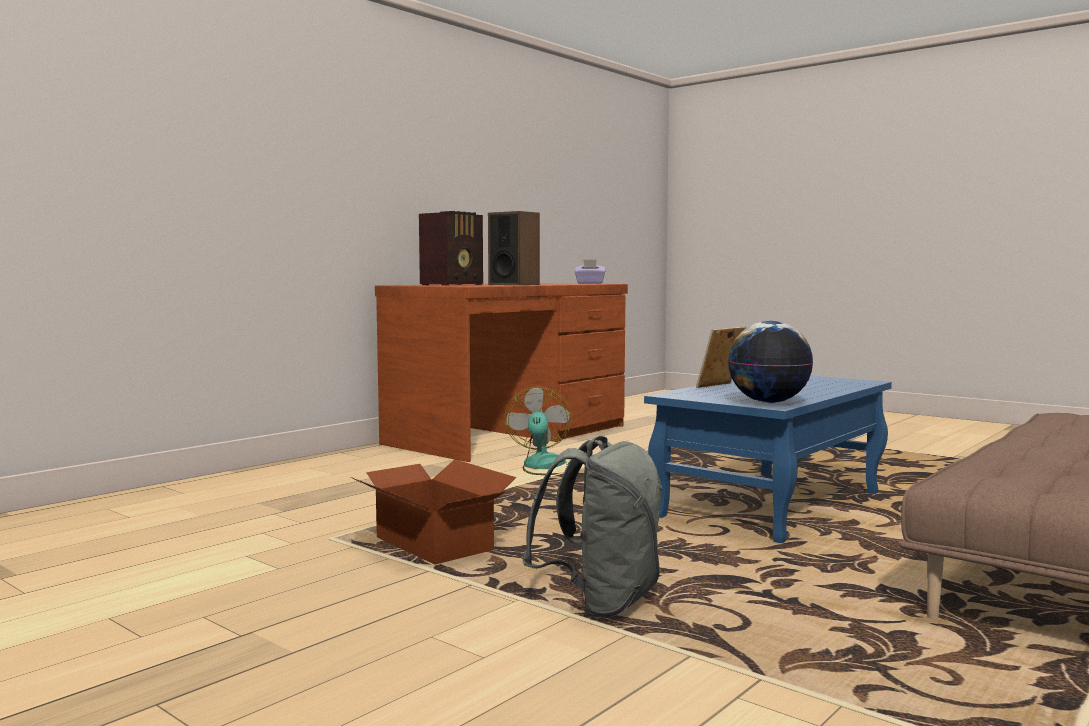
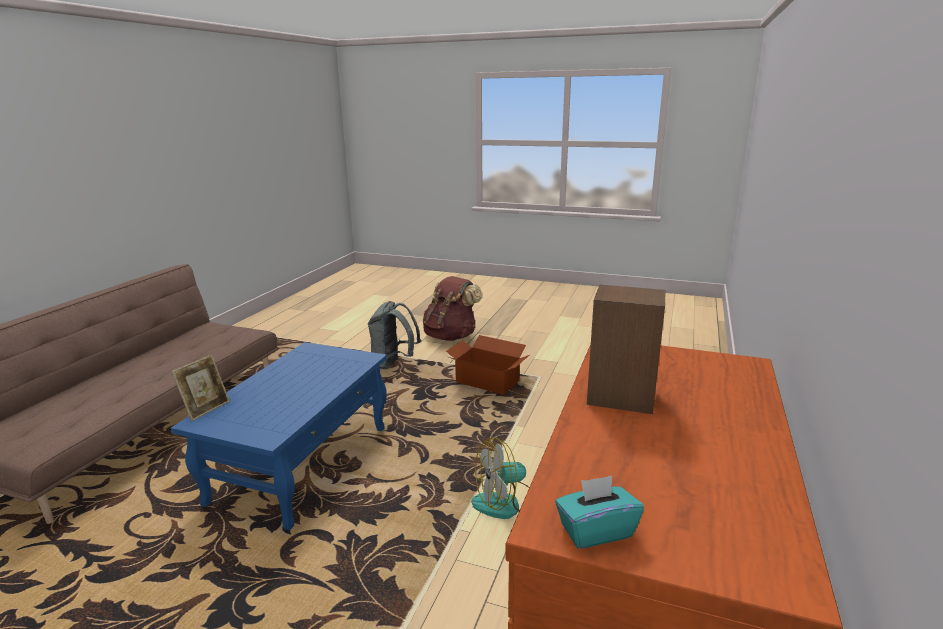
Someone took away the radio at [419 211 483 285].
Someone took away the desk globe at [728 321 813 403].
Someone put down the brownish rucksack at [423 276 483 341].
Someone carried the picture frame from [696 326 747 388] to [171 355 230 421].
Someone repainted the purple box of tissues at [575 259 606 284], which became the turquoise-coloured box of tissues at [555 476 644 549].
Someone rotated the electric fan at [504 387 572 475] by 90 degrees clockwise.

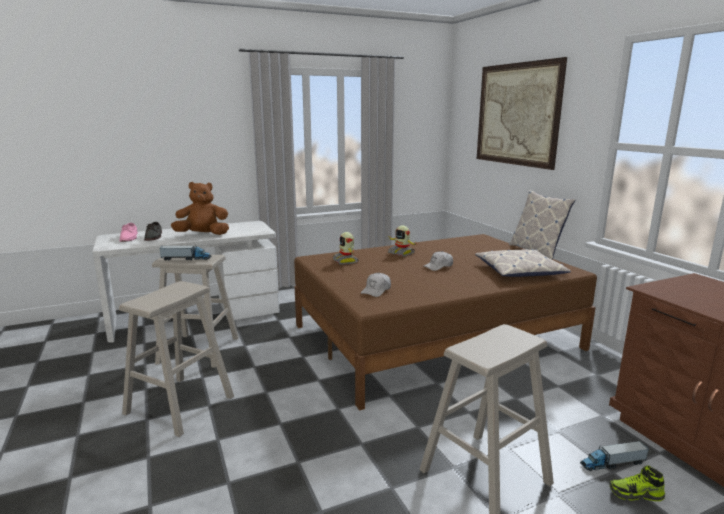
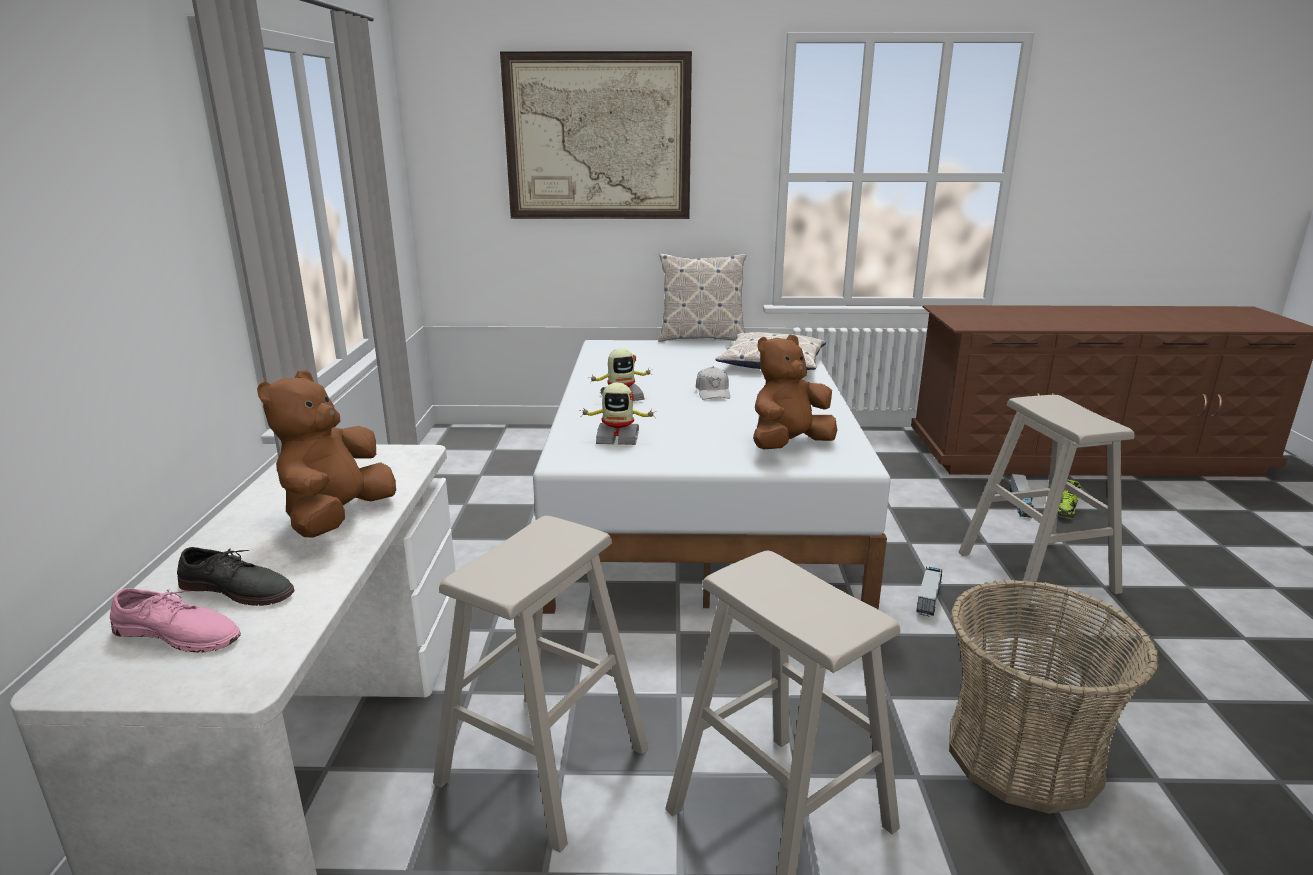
Someone put down the household basket at [949 579 1159 814].
Someone carried the model truck from [159 246 211 261] to [916 566 942 617].
Someone swapped the white baseball cap at [361 272 391 297] for the brownish cuddly toy at [753 335 837 449].
Someone repainted the brownish sleeping bed at [294 234 597 411], which became the white sleeping bed at [533 340 891 614].

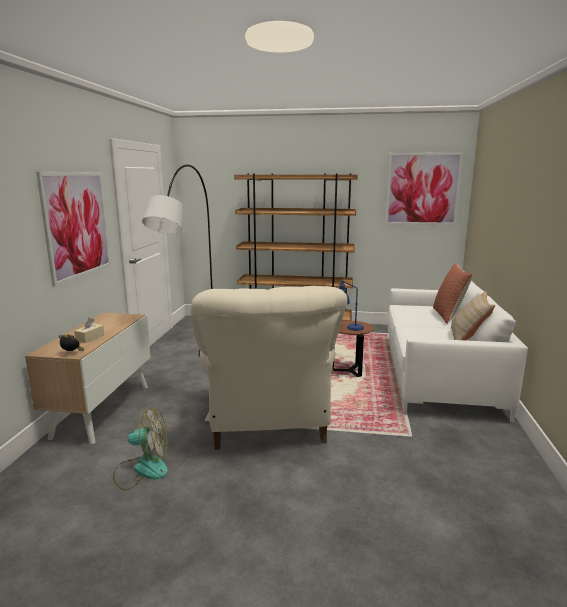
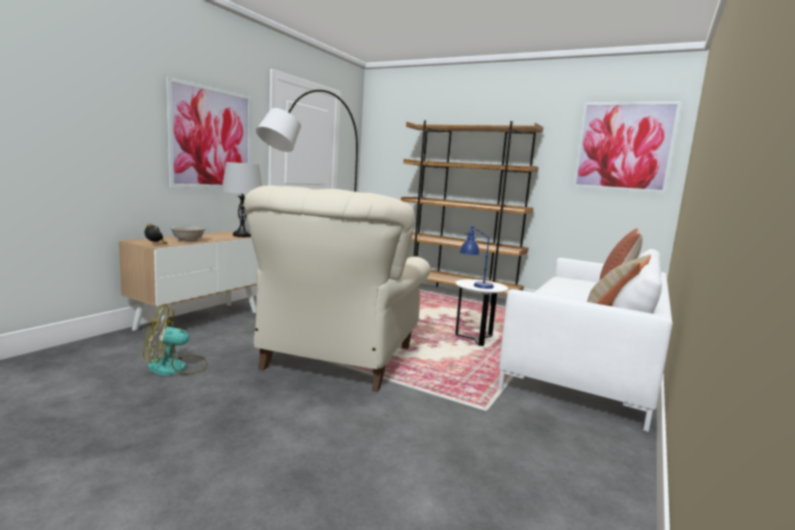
Someone put down the grey tabletop lamp at [221 162 262 237].
Someone swapped the beige box of tissues at [74 318 104 343] for the white bowl at [170 225 206 242].
Someone repainted the brownish end table at [333 321 374 377], which became the white end table at [455 279 508 346].
Someone rotated the electric fan at [113 407 168 490] by 150 degrees clockwise.

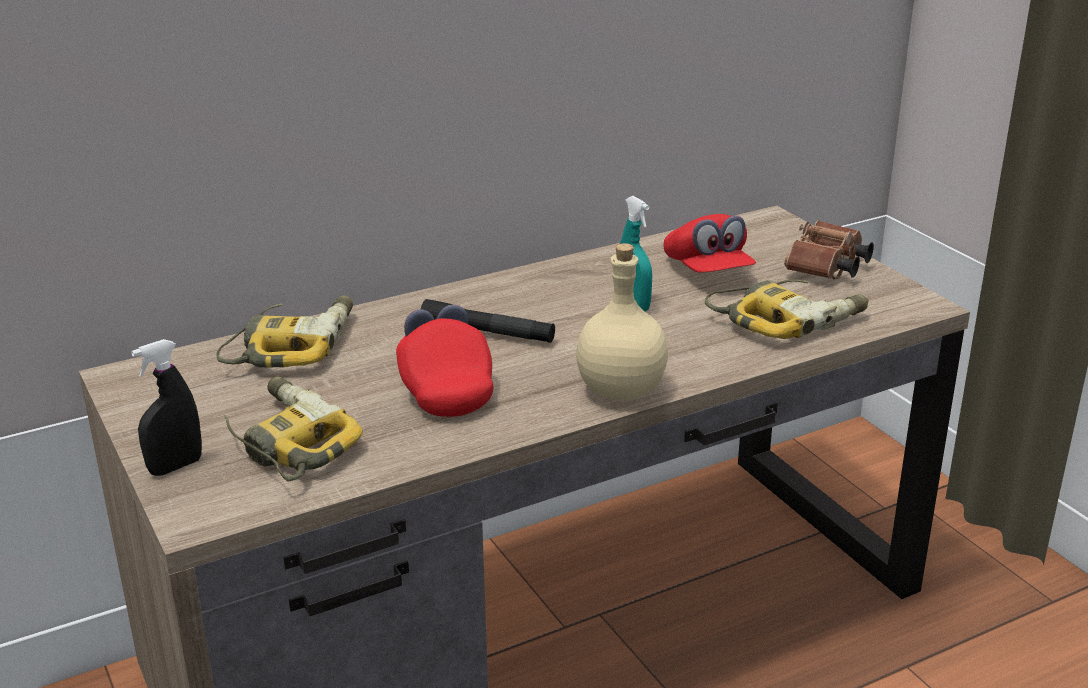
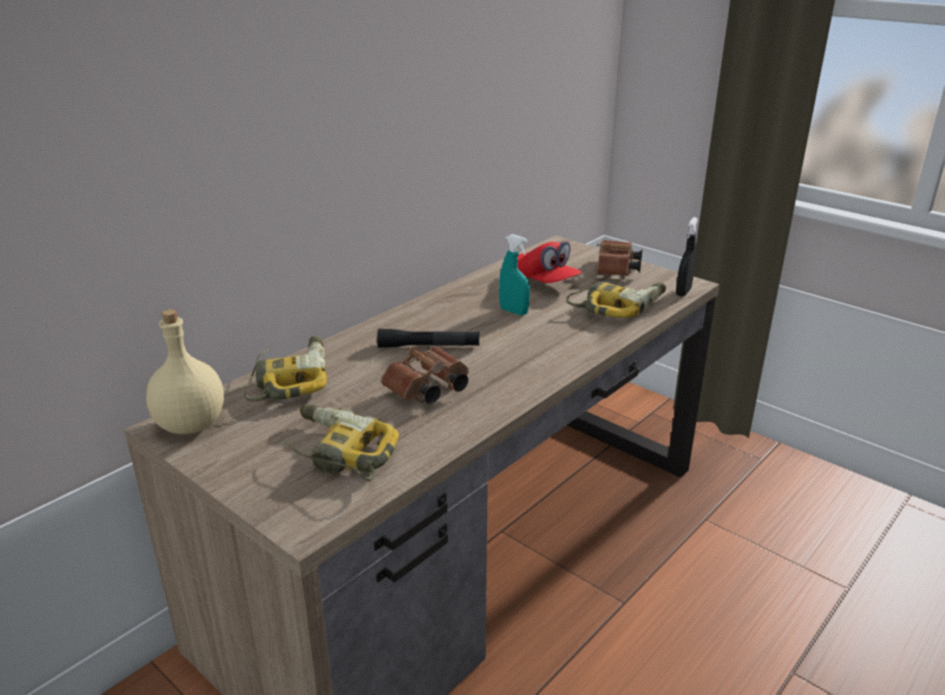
Someone carried the black sprayer from [131 339 202 476] to [676 217 698 297].
Someone carried the beige bottle from [576 243 668 400] to [146 309 224 434].
Someone swapped the red-coloured baseball cap at [396 305 493 417] for the brownish pair of binoculars at [381 346 469 404].

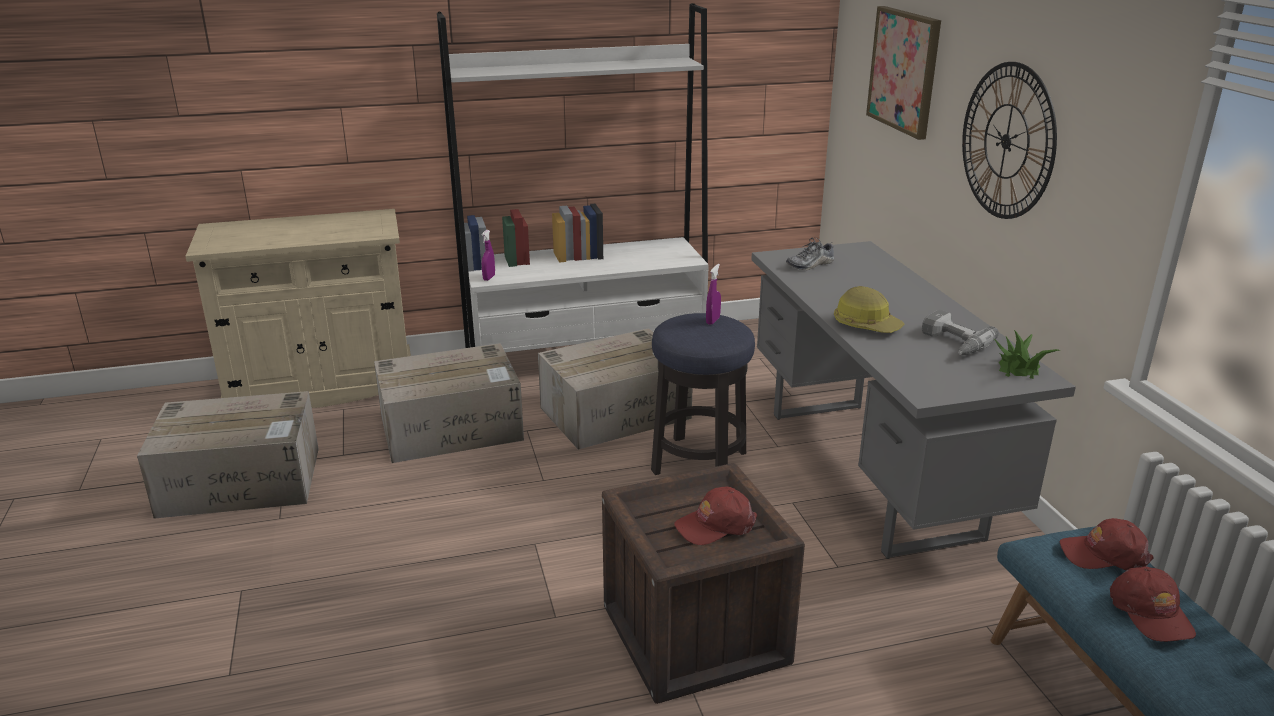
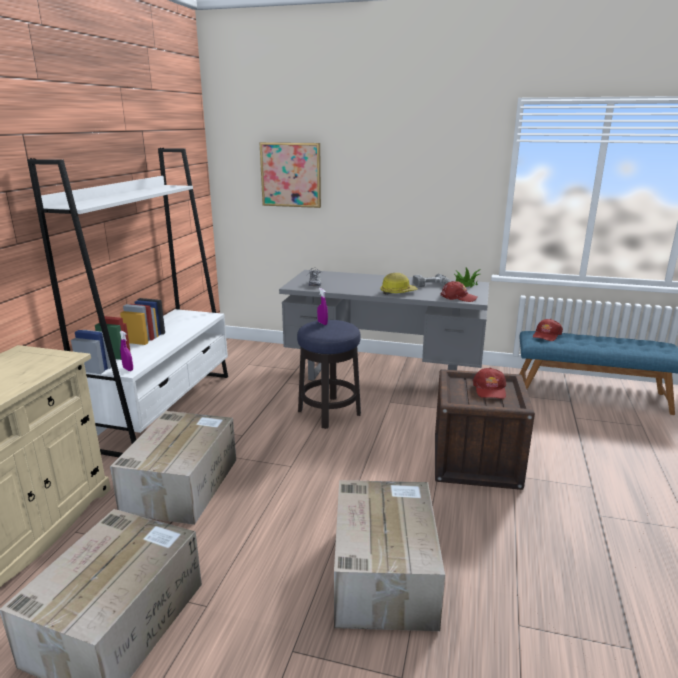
Someone took away the clock on the wall at [962 62 1057 219].
Someone carried the cardboard box from [538 328 692 450] to [334 480 445 631].
Someone carried the red-coloured baseball cap from [1110 566 1196 642] to [440 281 478 302].

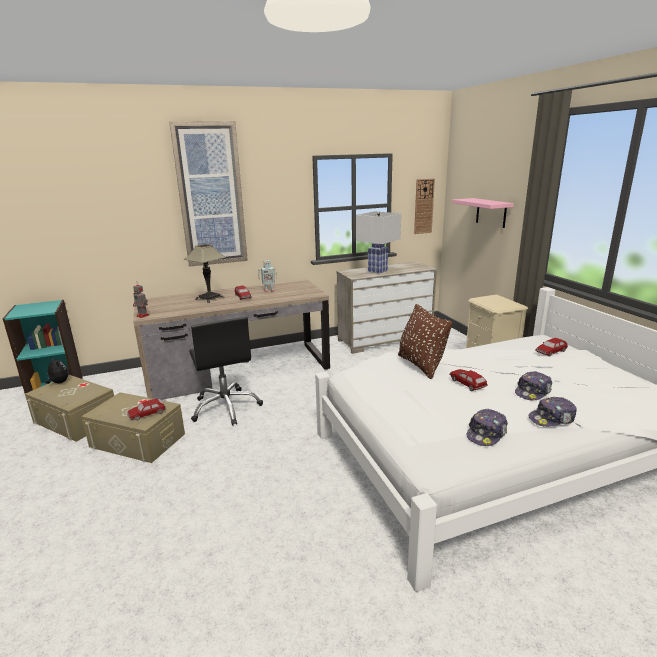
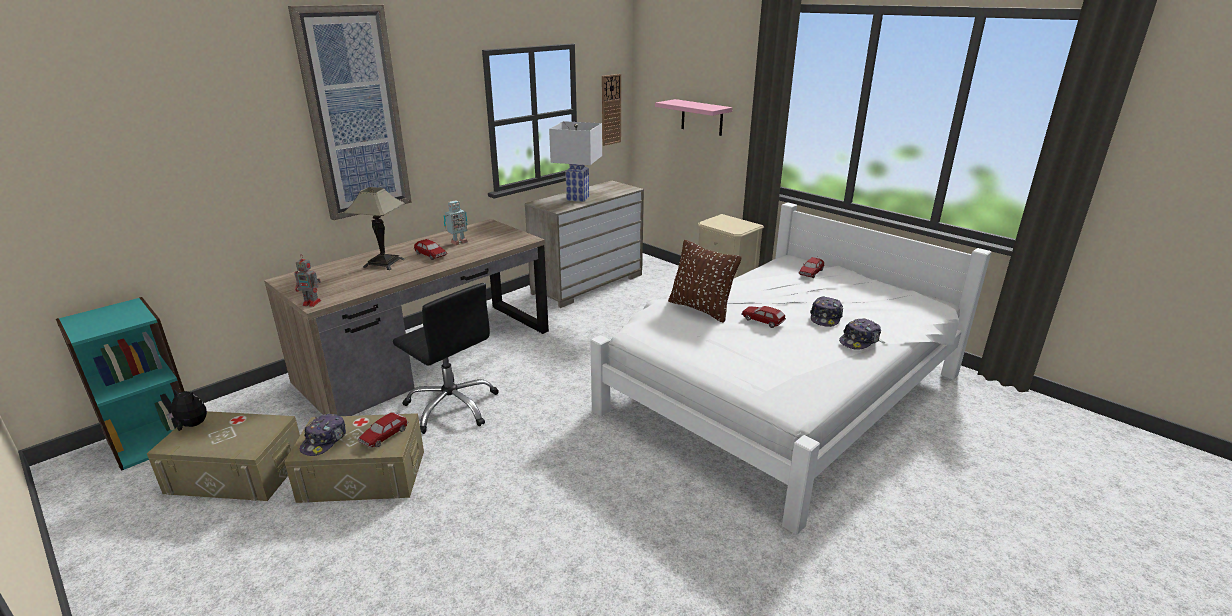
Someone carried the baseball cap from [467 409 508 446] to [300 414 346 456].

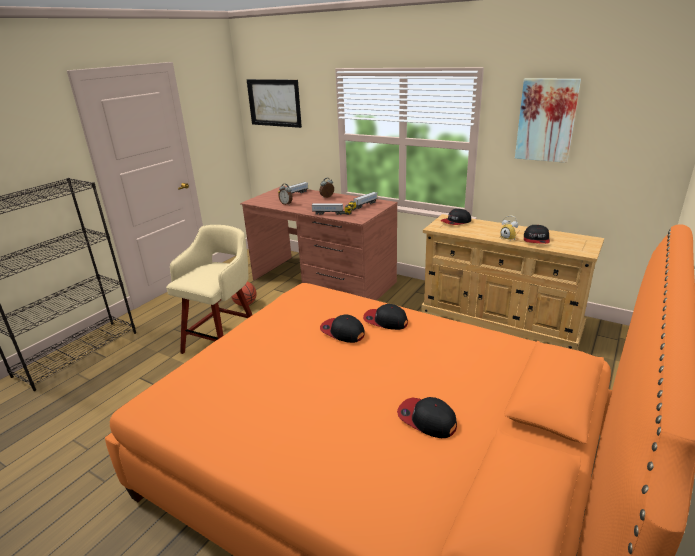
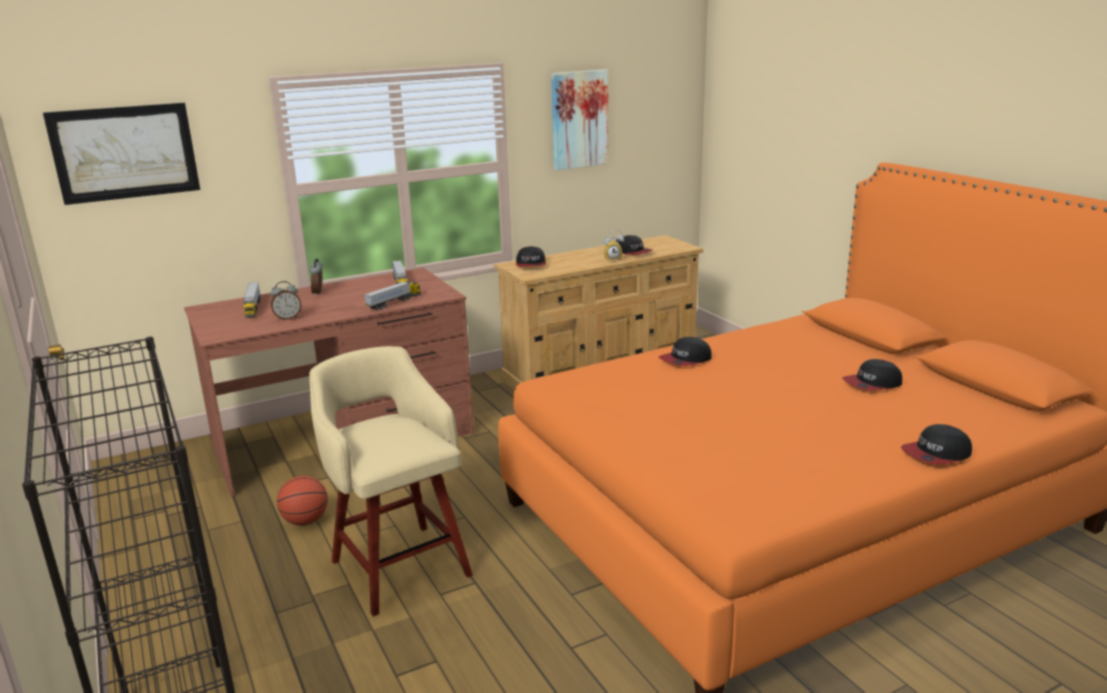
Someone carried the baseball cap from [320 314 365 343] to [901 424 972 465].

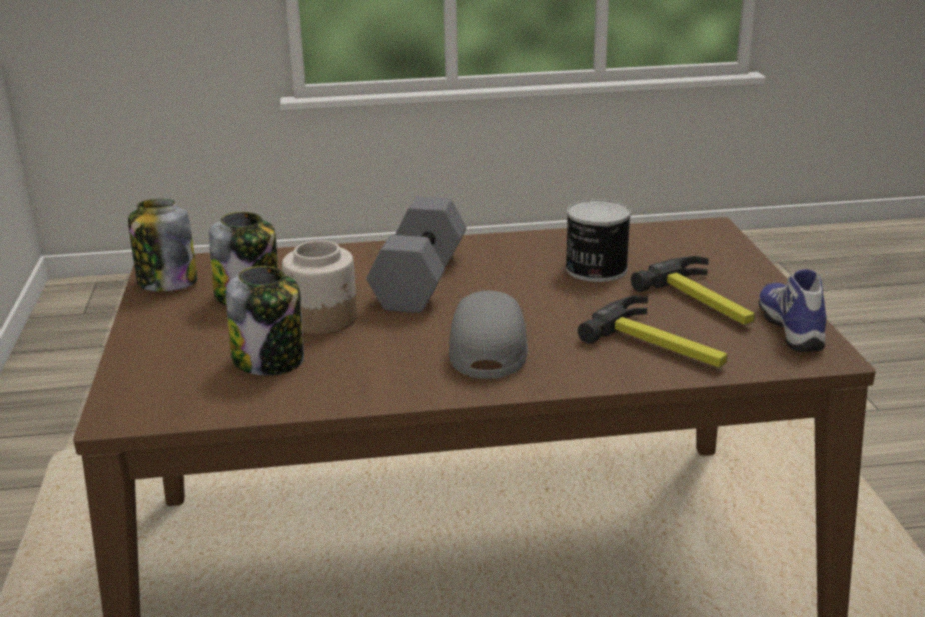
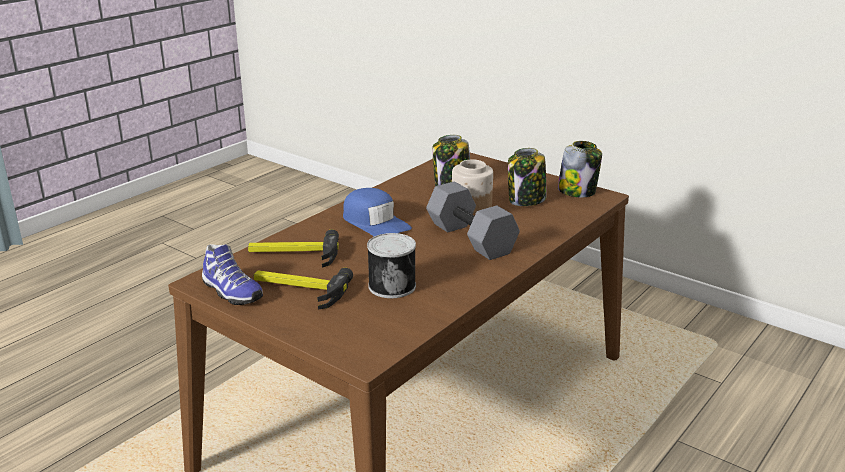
Someone repainted the grey baseball cap at [449 290 528 379], which became the blue-coloured baseball cap at [343 188 412 236].

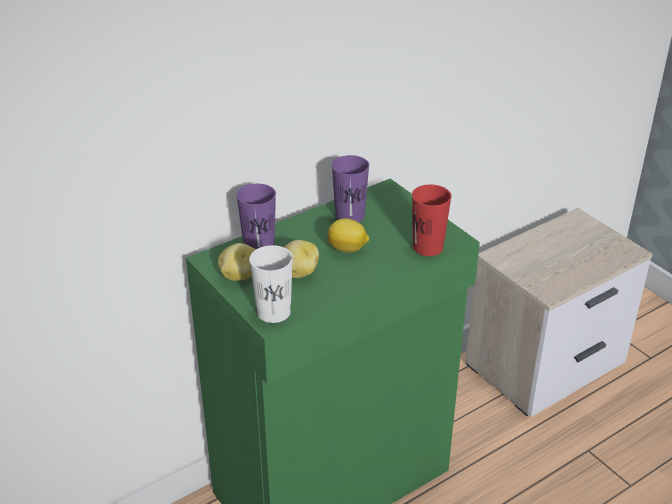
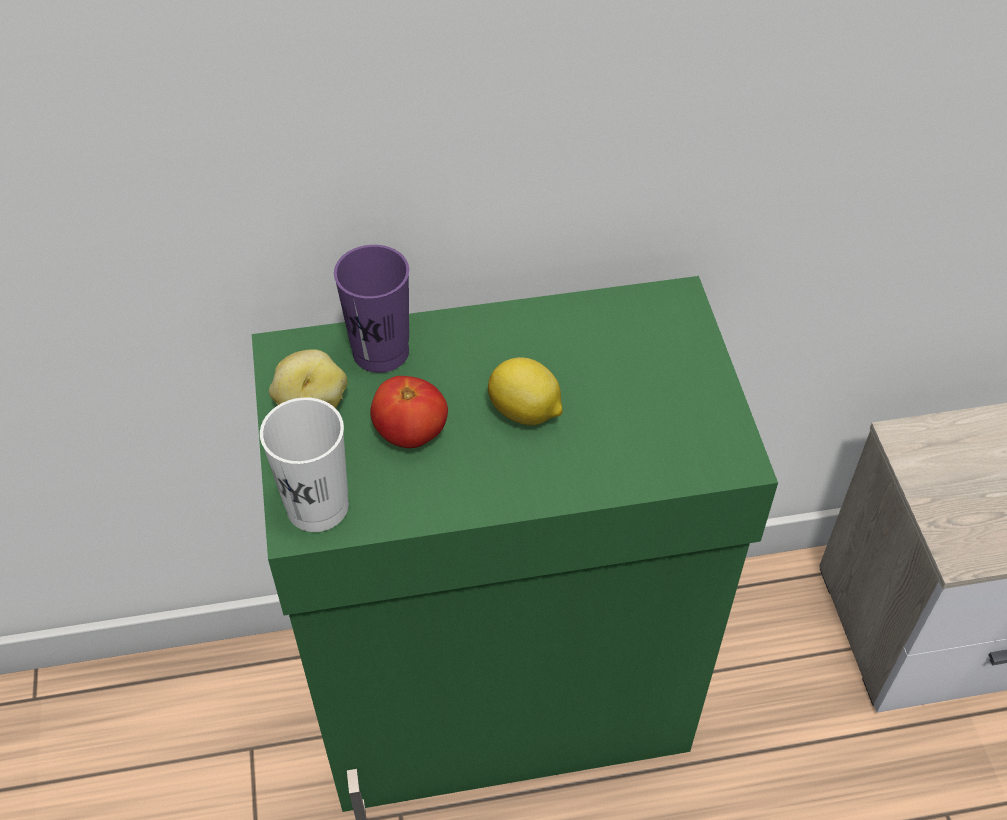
Someone took away the purple small cup at [332 155 369 222].
Someone took away the red-coloured small cup at [412 185 452 256].
Someone swapped the whole potato at [284 240 319 278] for the whole tomato at [370 376 448 448].

